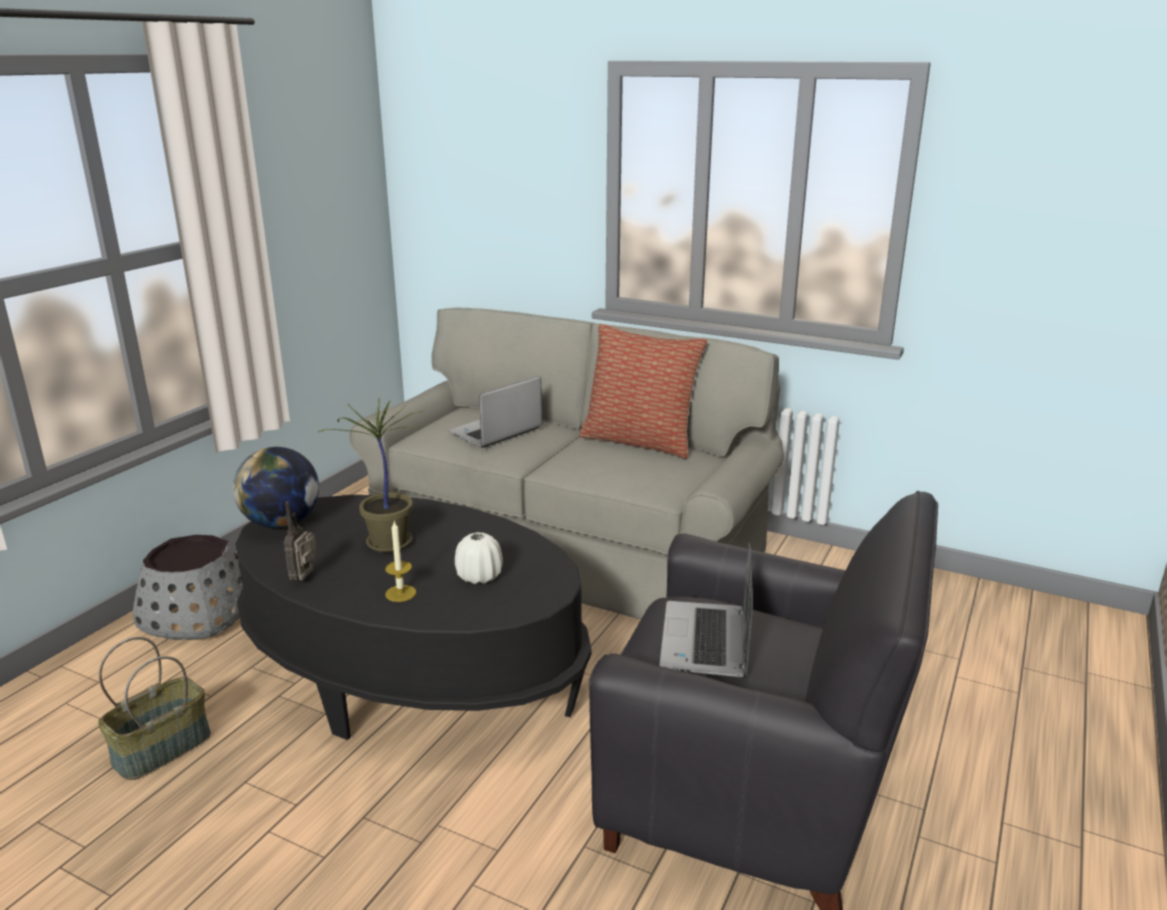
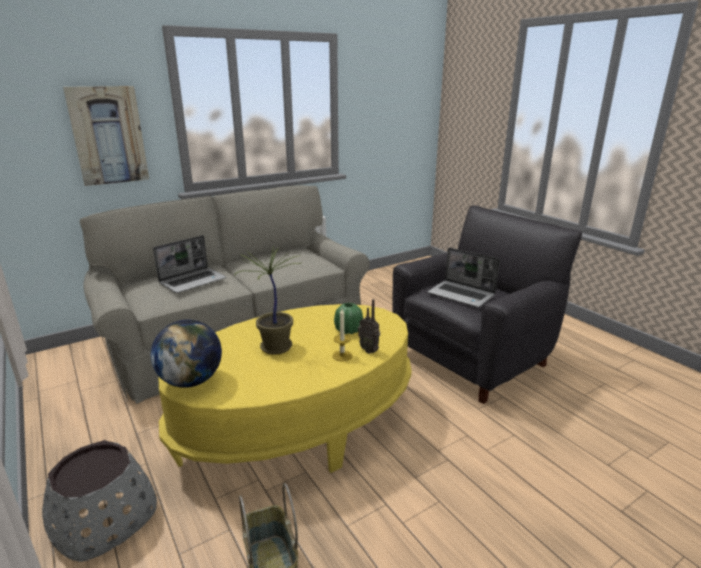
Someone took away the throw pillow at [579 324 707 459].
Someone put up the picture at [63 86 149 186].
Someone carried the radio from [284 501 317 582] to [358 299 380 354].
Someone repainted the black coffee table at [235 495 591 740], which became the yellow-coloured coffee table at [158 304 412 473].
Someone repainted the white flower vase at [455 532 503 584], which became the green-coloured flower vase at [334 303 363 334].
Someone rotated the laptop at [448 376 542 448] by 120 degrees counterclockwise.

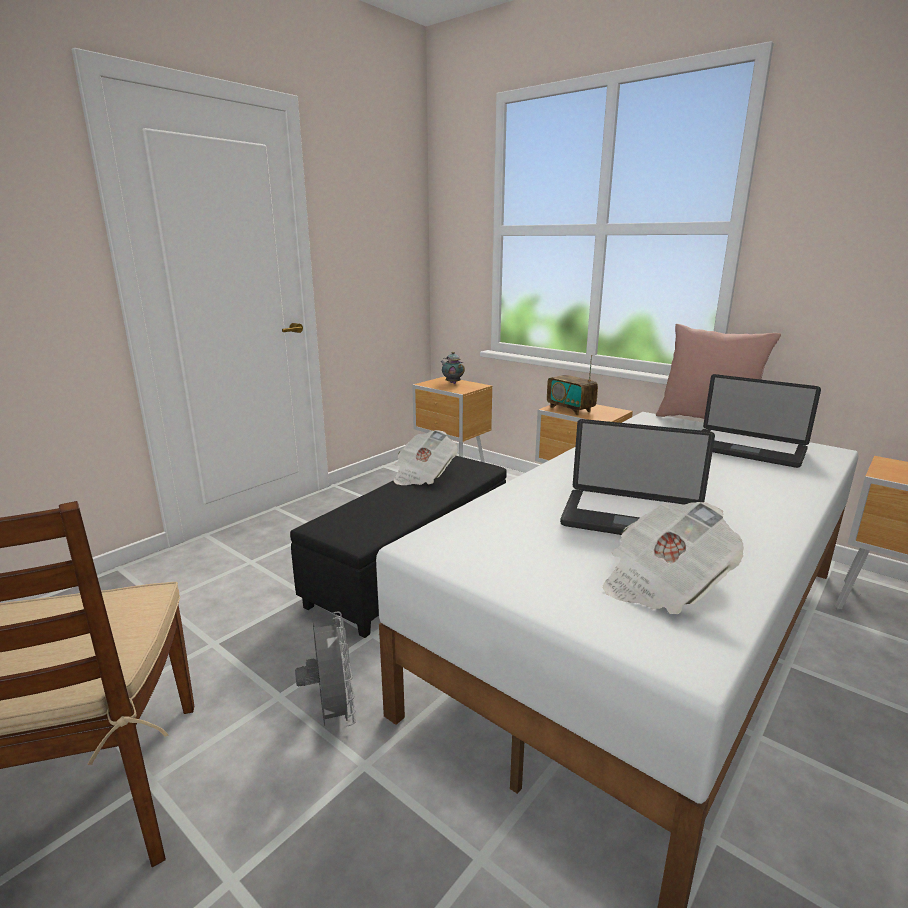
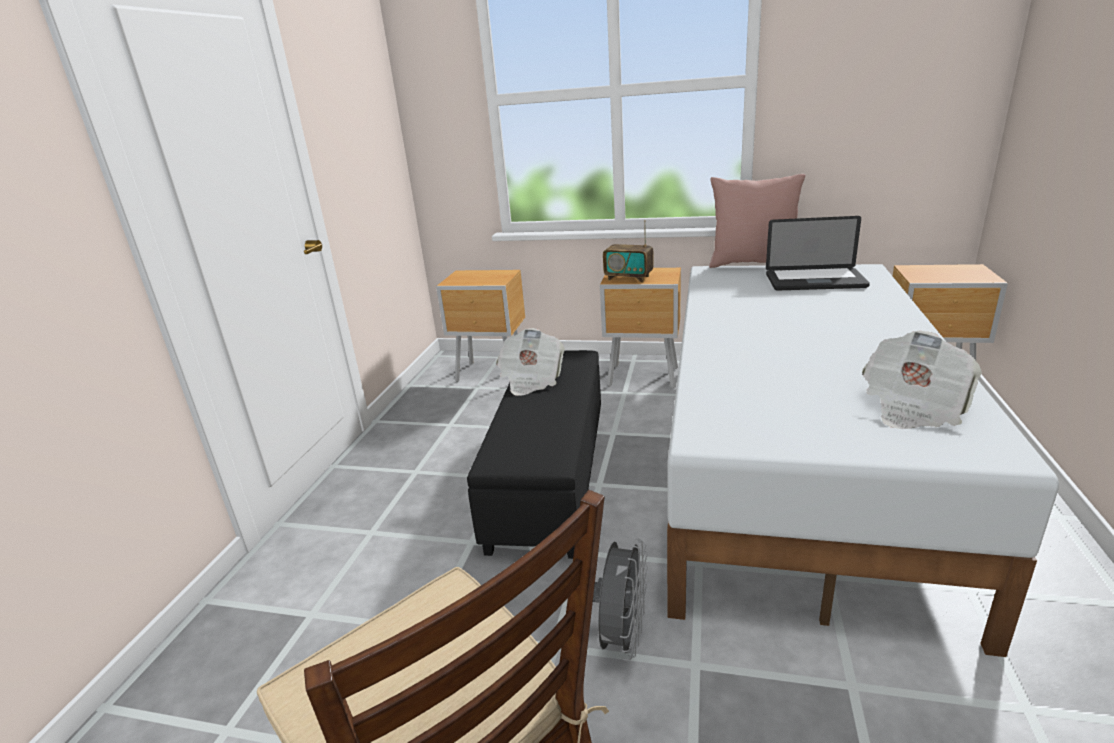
Someone took away the tea pot at [440 352 465 384].
Someone took away the laptop at [560 419 715 535].
Someone rotated the grey electric fan at [295 612 356 727] by 60 degrees clockwise.

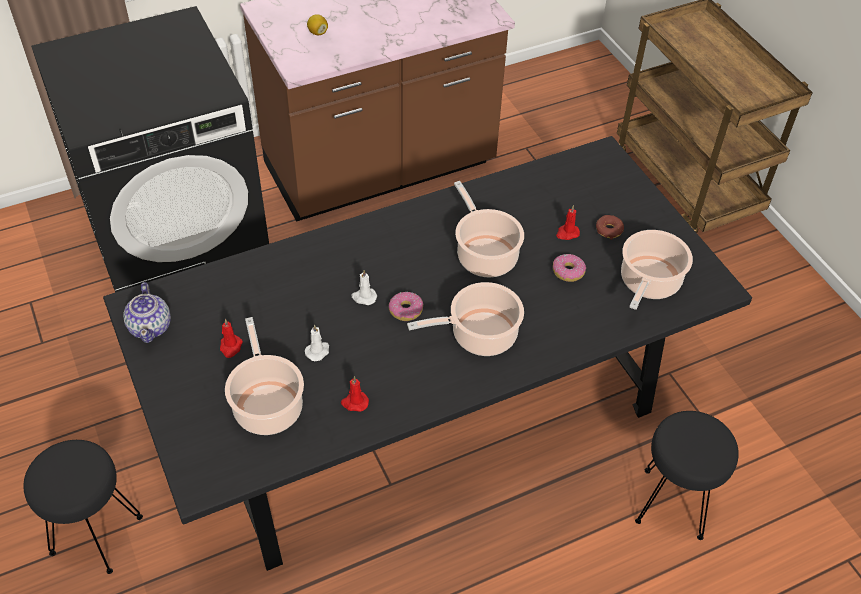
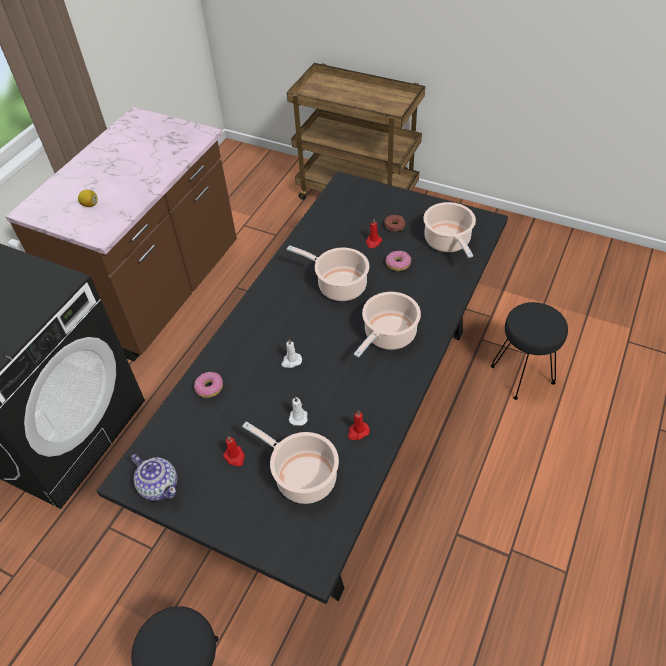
Someone carried the donut from [389 292 424 321] to [194 372 223 398].

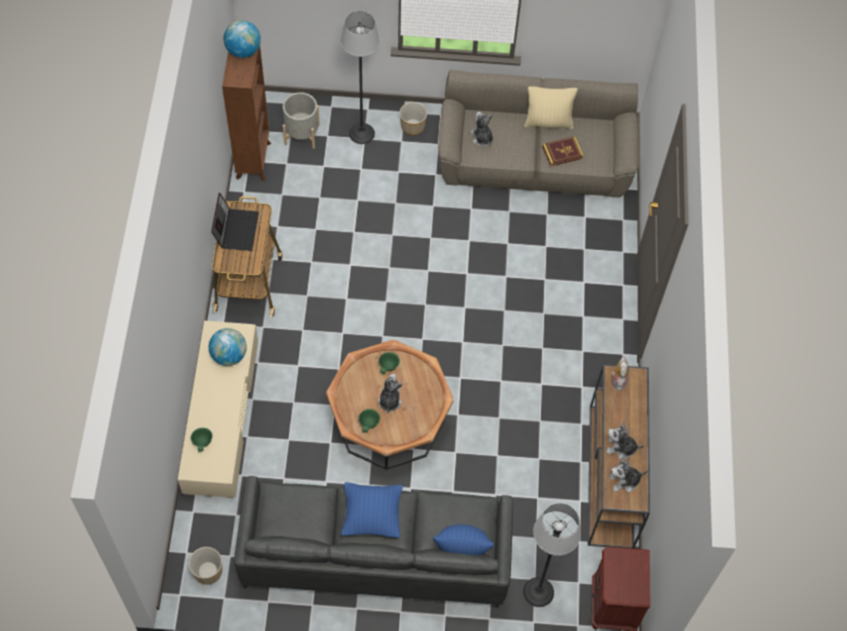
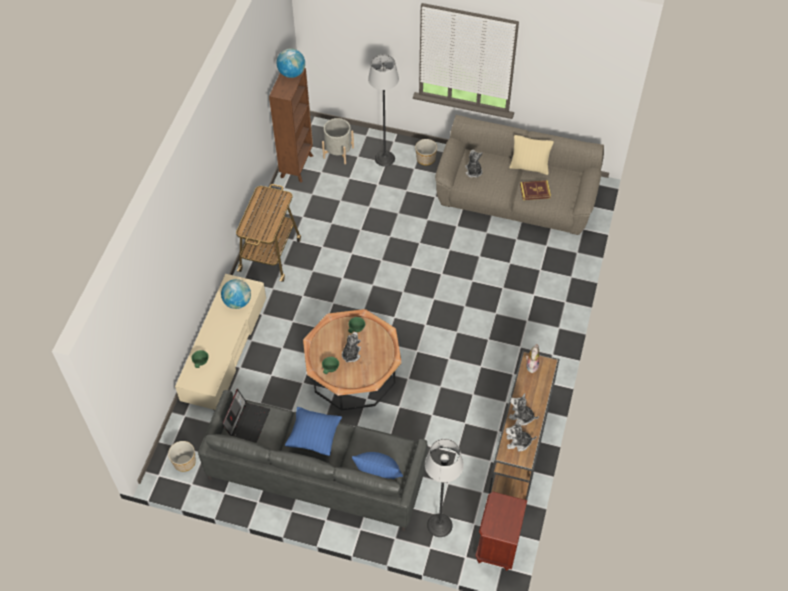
Someone carried the laptop from [211 192 259 251] to [222 389 270 443].

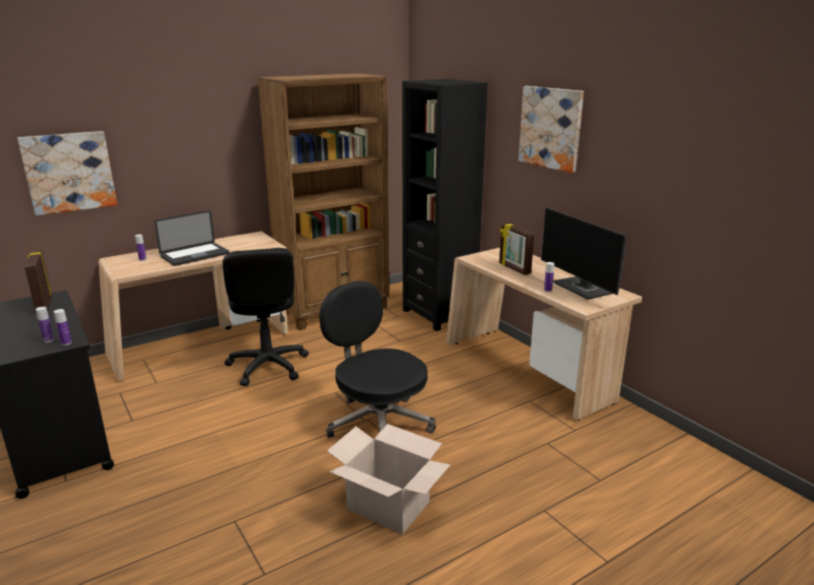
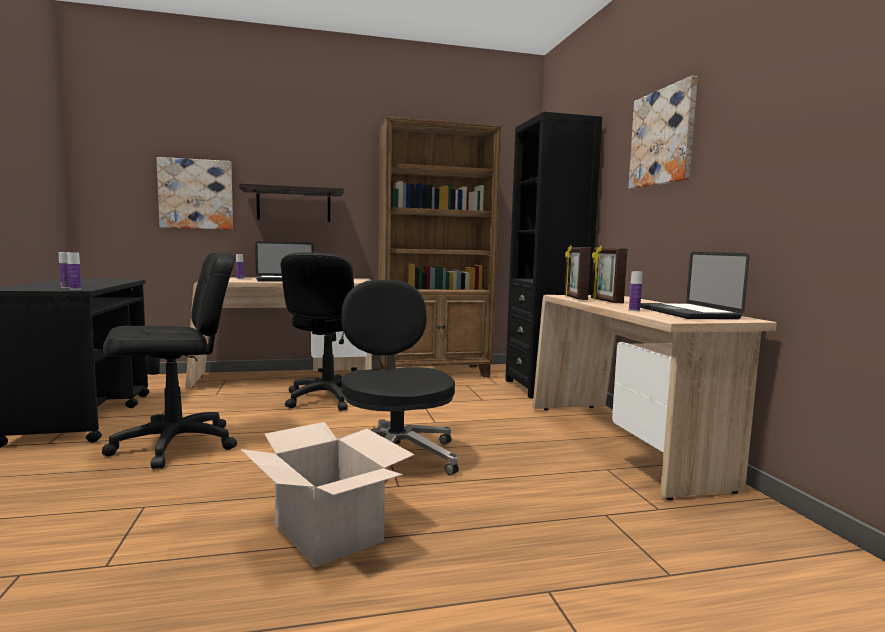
Someone put down the black office chair at [102 252 237 469].
Someone put up the bracket shelf at [239 183 344 222].
Someone carried the picture frame from [25 251 52 311] to [565 245 591 300].
Someone swapped the computer display at [541 207 626 300] for the laptop at [640 252 750 319].

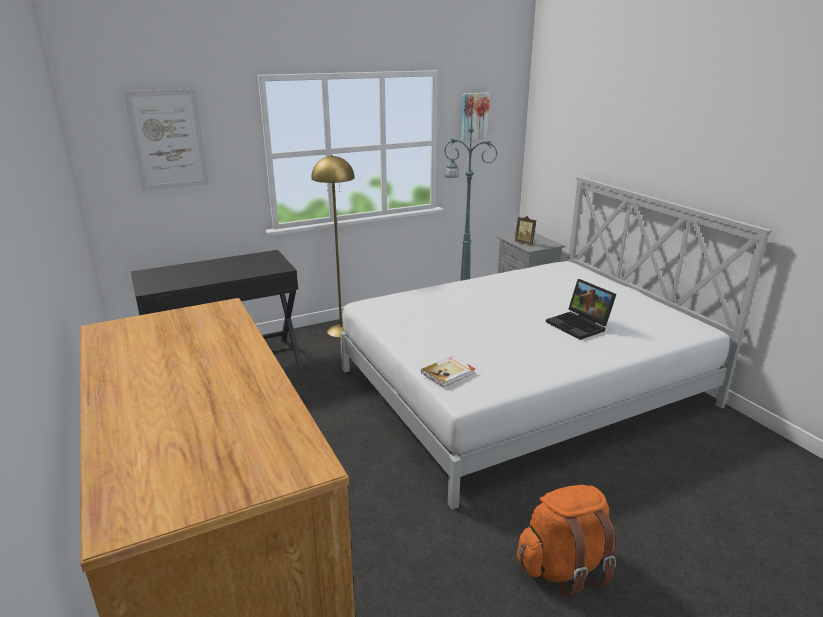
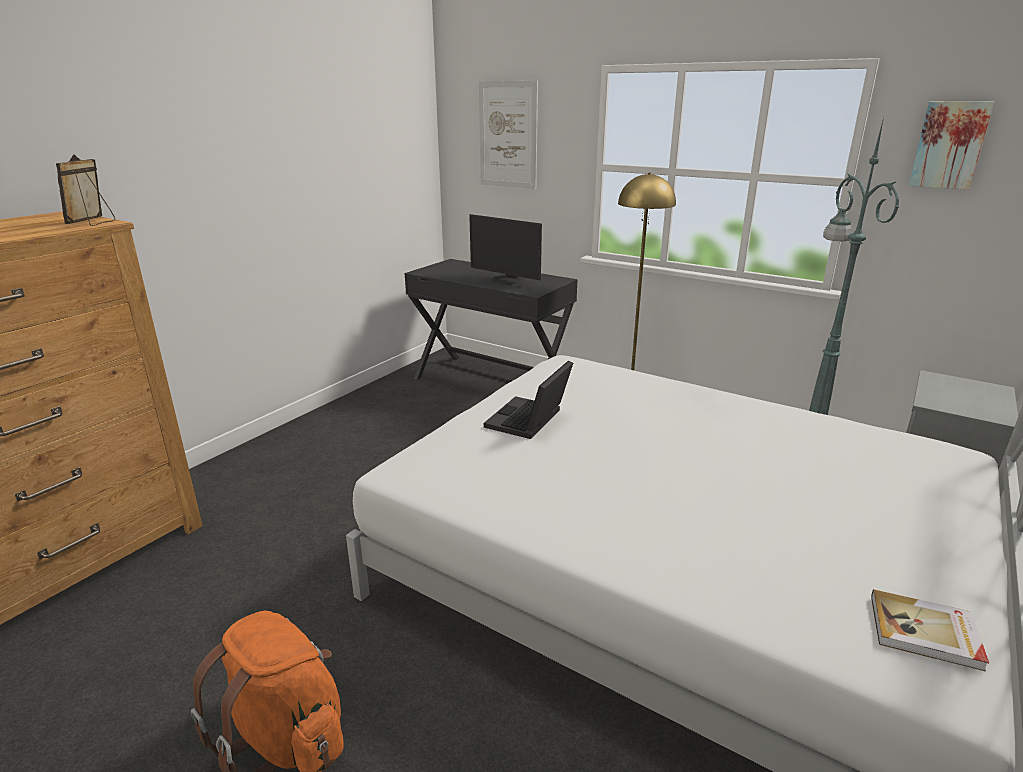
Someone put down the computer display at [469 214 542 285].
Someone carried the bound book from [421 356 475 387] to [871 589 989 672].
Someone carried the picture frame from [515 216 536 245] to [56 154 115 226].
Someone carried the laptop from [546 279 616 340] to [484 361 573 439].

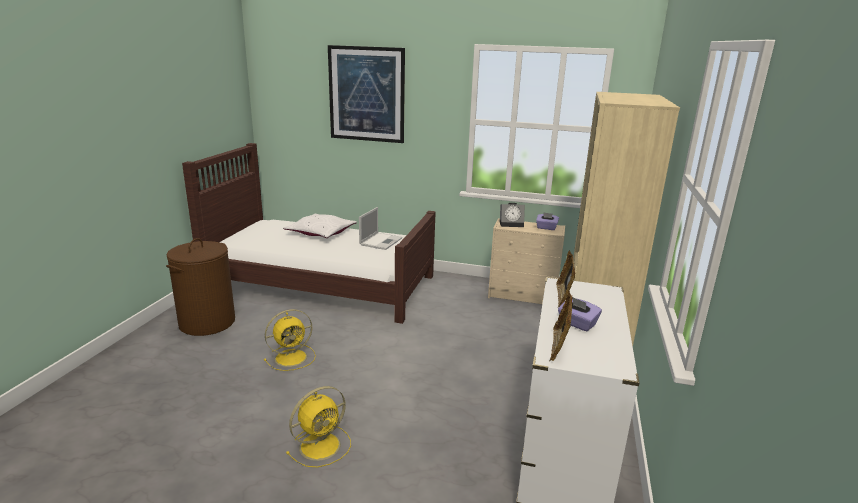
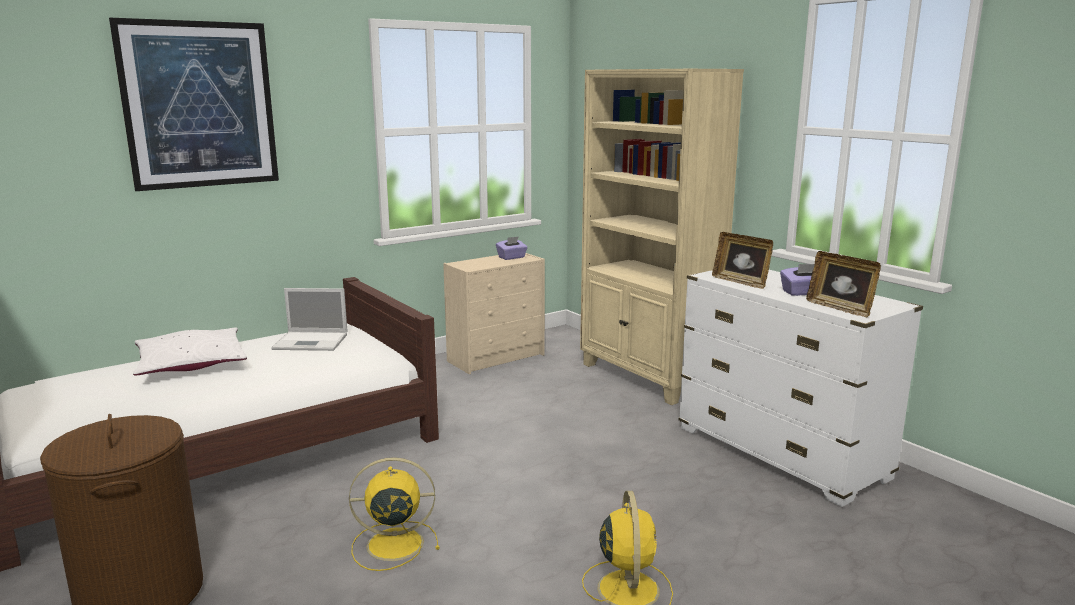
Someone took away the alarm clock at [499 203 525 227].
Someone rotated the yellow-coloured electric fan at [264 309 316 371] by 105 degrees counterclockwise.
Someone rotated the laptop at [359 207 402 250] by 120 degrees clockwise.

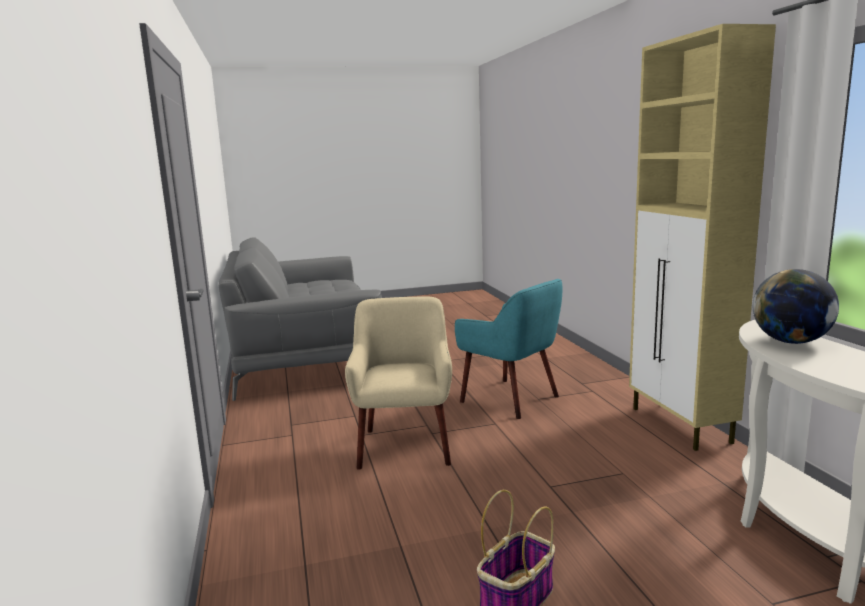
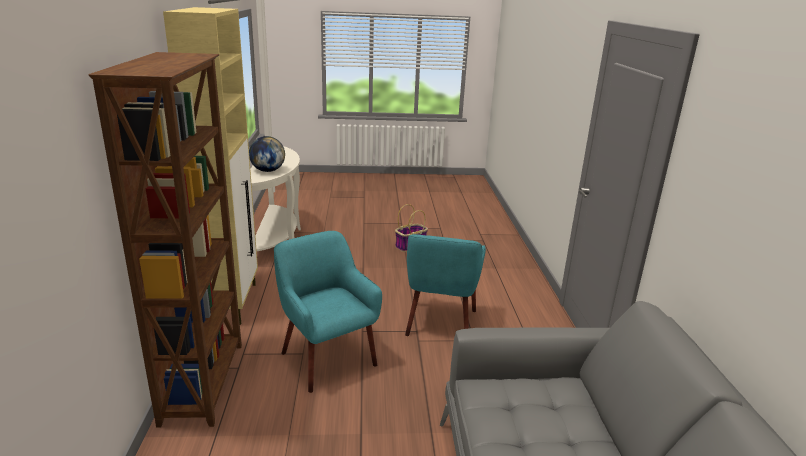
Someone put down the brownish bookcase at [88 52 242 428].
Someone repainted the beige lounge chair at [345 297 452 470], which became the turquoise-coloured lounge chair at [405 234 486 336].

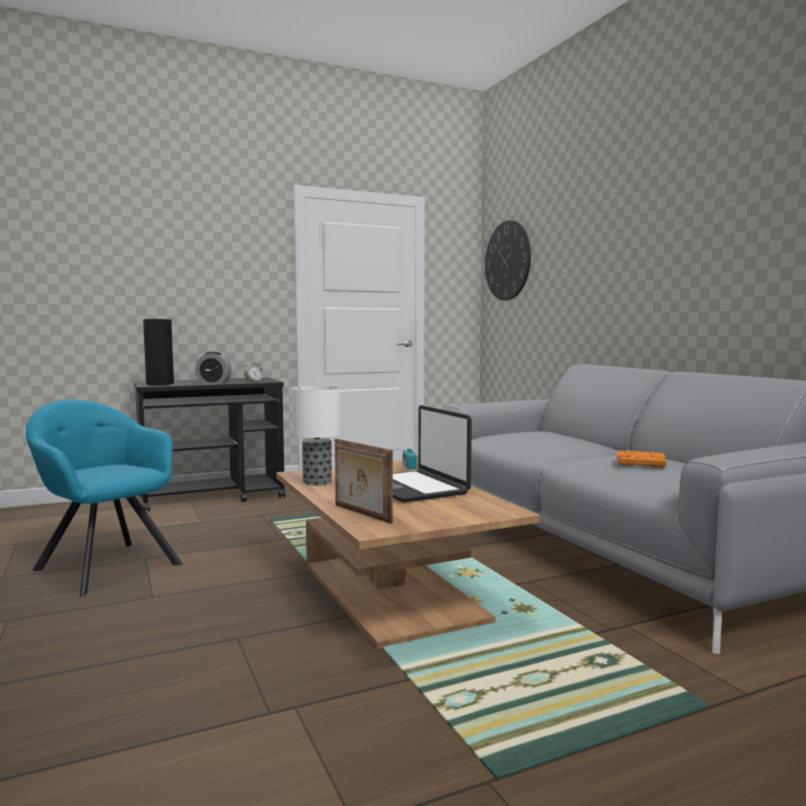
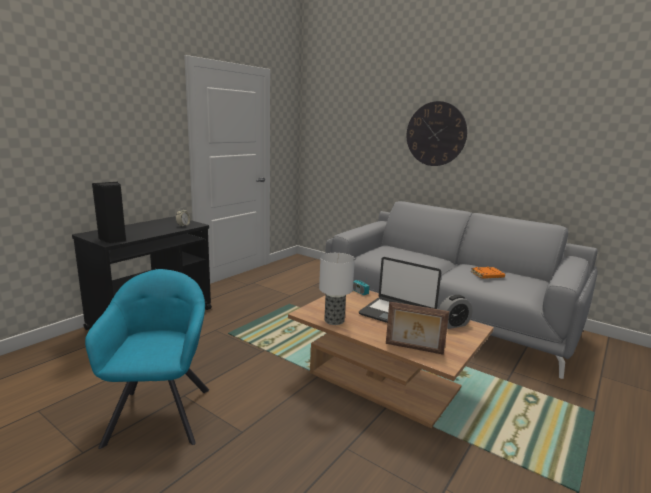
Someone carried the alarm clock from [195 352 232 383] to [438 295 473 329].
Someone carried the clock on the wall from [485 220 531 301] to [407 101 467 166].
Someone rotated the turquoise-coloured lounge chair at [26 399 183 596] by 75 degrees clockwise.

